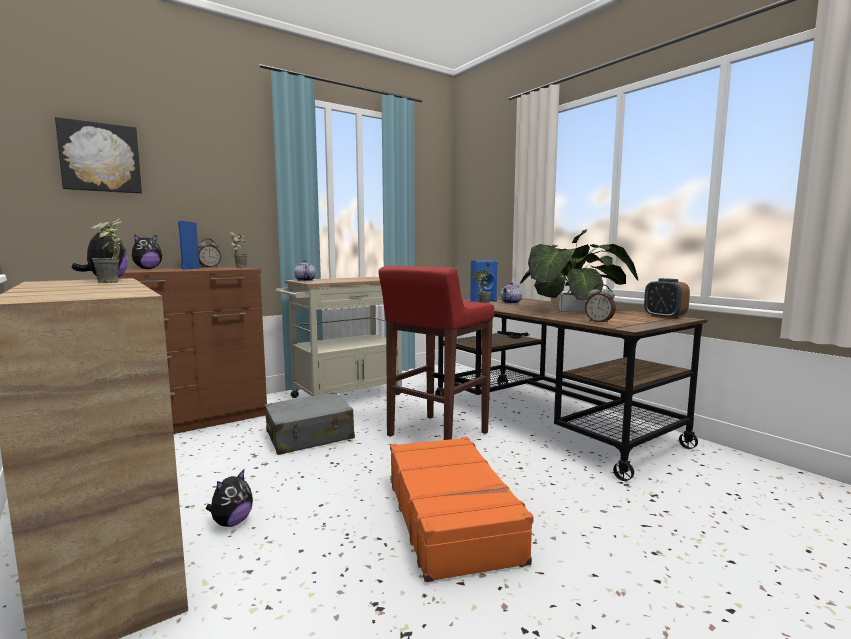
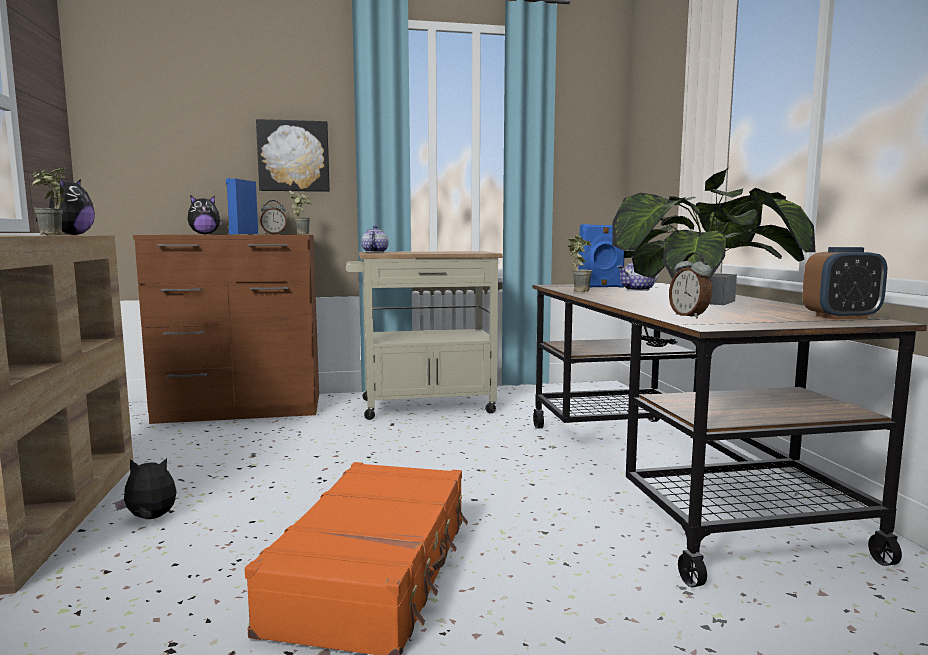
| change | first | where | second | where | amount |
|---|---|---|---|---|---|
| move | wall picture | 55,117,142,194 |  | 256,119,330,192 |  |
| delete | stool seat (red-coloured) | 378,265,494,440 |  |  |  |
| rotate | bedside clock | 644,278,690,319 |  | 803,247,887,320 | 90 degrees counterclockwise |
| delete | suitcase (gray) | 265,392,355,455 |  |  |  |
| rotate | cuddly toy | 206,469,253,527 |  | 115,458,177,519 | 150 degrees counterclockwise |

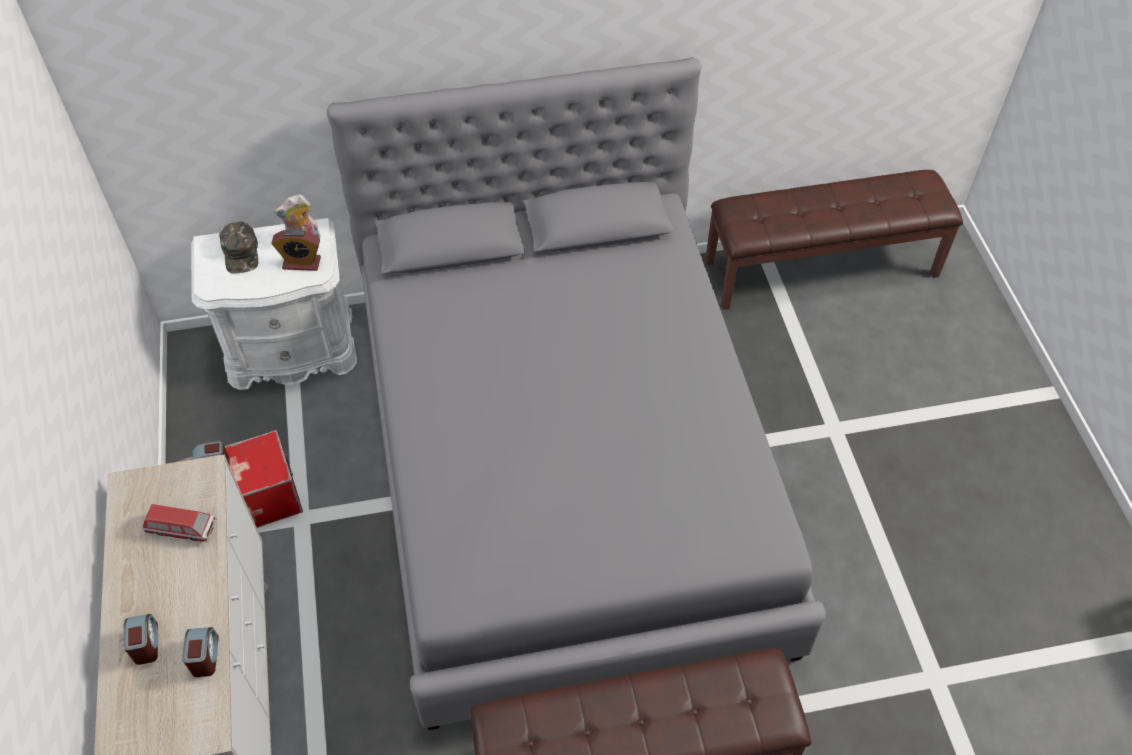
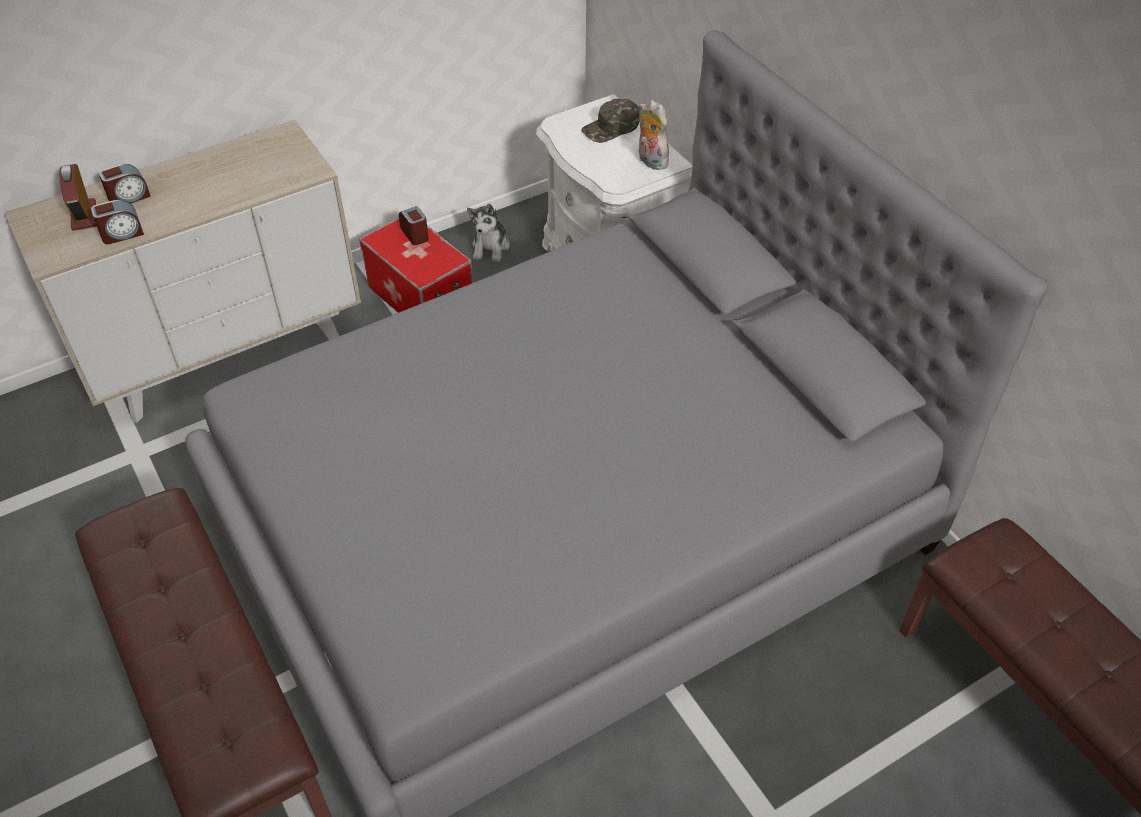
| change | first | where | second | where | amount |
|---|---|---|---|---|---|
| move | bedside clock | 271,229,321,271 |  | 59,164,96,231 |  |
| delete | model car | 143,504,216,542 |  |  |  |
| insert |  |  | cuddly toy | 467,203,510,262 |  |

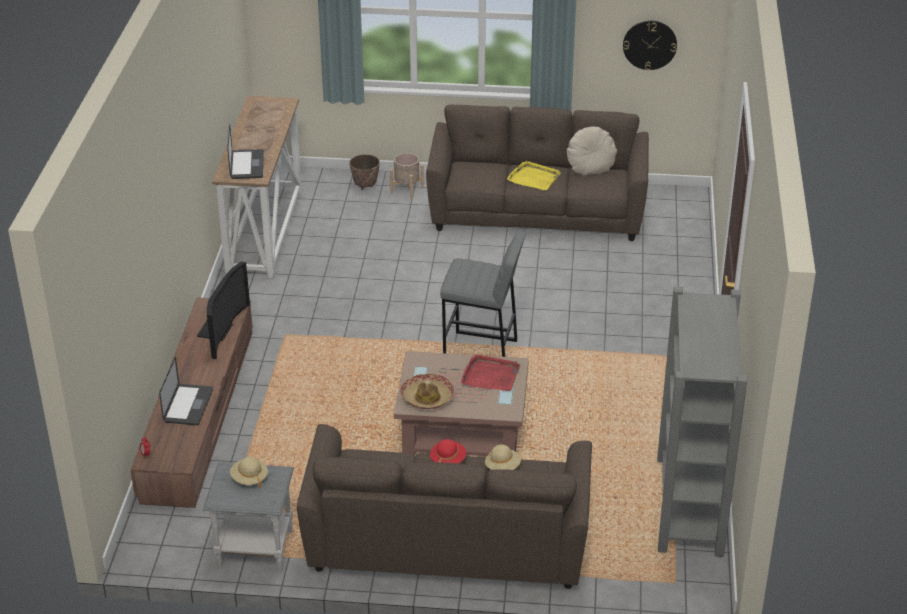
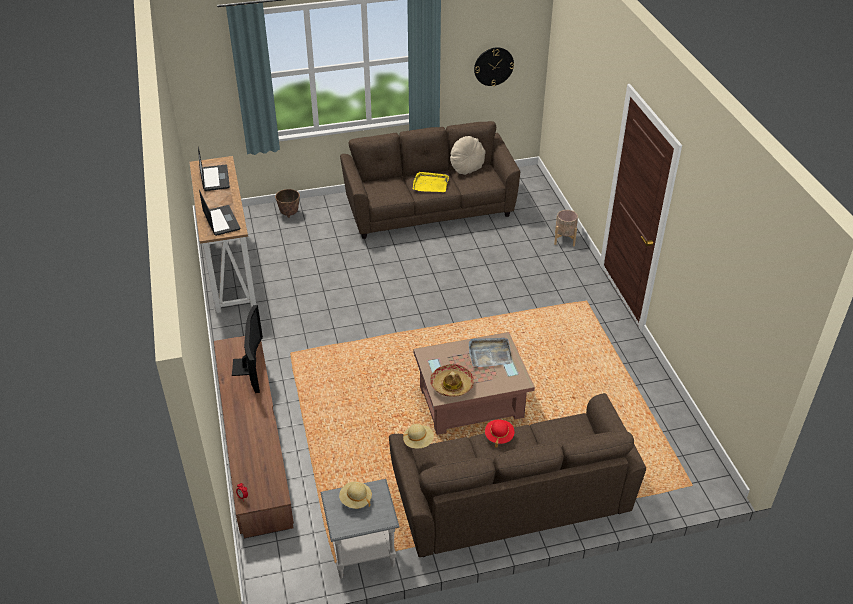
| change | first | where | second | where | amount |
|---|---|---|---|---|---|
| move | planter (beige-coloured) | 390,153,424,199 |  | 554,210,578,246 |  |
| delete | stool seat (gray) | 440,231,526,357 |  |  |  |
| delete | bookshelf (gray) | 657,286,747,557 |  |  |  |
| recolor | carrying tray (red-coloured) | 461,354,520,391 | carrying tray (gray) | 469,338,512,367 |  |
| move | portable computer | 159,357,213,425 |  | 198,147,230,191 |  |
| move | hat (beige-coloured) | 485,444,521,470 |  | 403,424,434,449 |  |

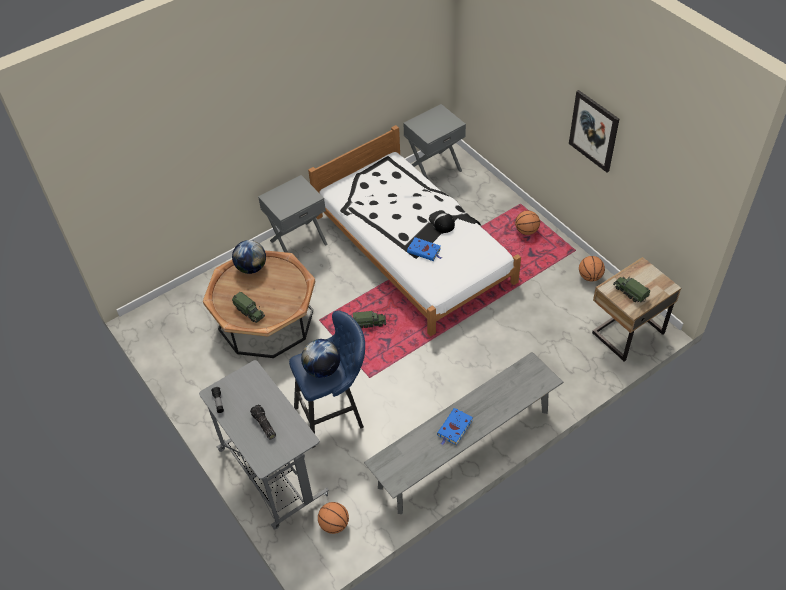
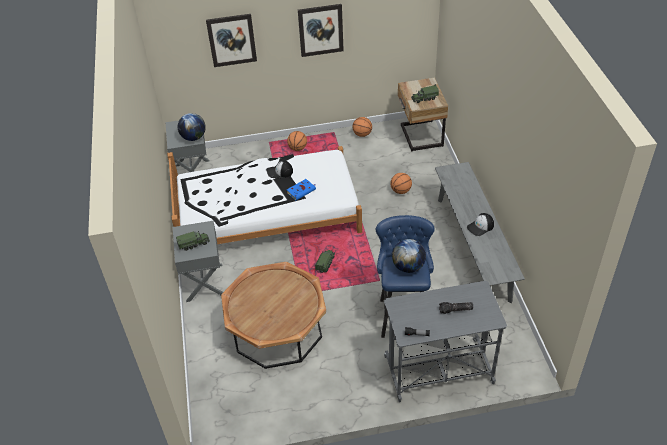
| change | first | where | second | where | amount |
|---|---|---|---|---|---|
| move | world globe | 232,240,266,274 |  | 178,113,206,141 |  |
| move | toy lorry | 232,292,265,323 |  | 176,231,210,251 |  |
| replace | volume (bluish) | 437,408,473,445 | cap | 467,213,494,236 |  |
| move | basketball ball | 318,502,349,534 |  | 391,173,412,194 |  |
| insert |  |  | wall picture | 206,14,257,67 |  |

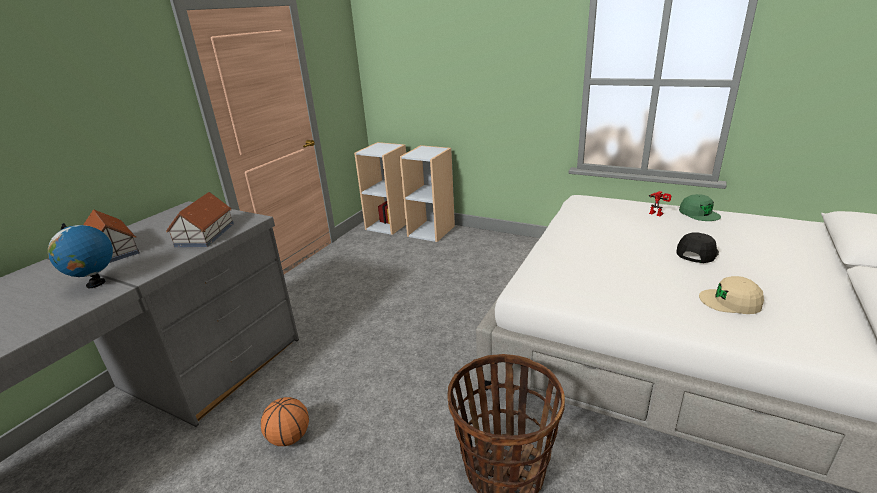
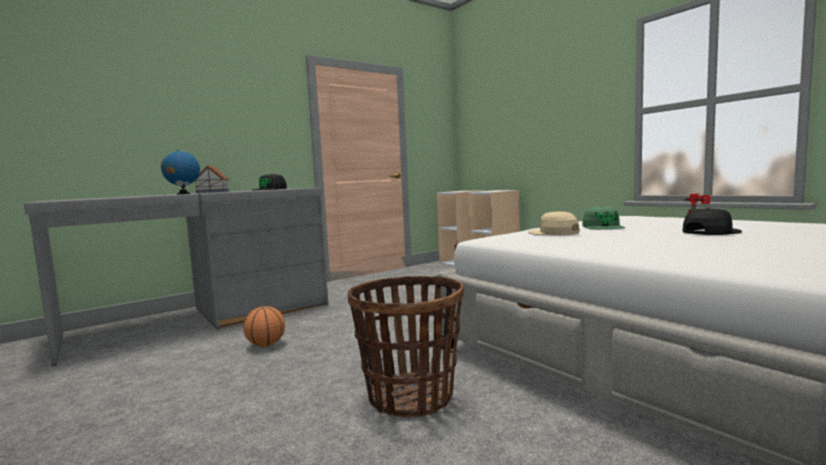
| change | first | where | second | where | amount |
|---|---|---|---|---|---|
| replace | miniature house | 166,192,234,247 | cap (blackish) | 253,174,287,191 |  |
| move | cap (green) | 679,194,721,221 |  | 583,206,625,229 |  |
| move | cap (beige-coloured) | 699,276,764,314 |  | 528,211,579,236 |  |

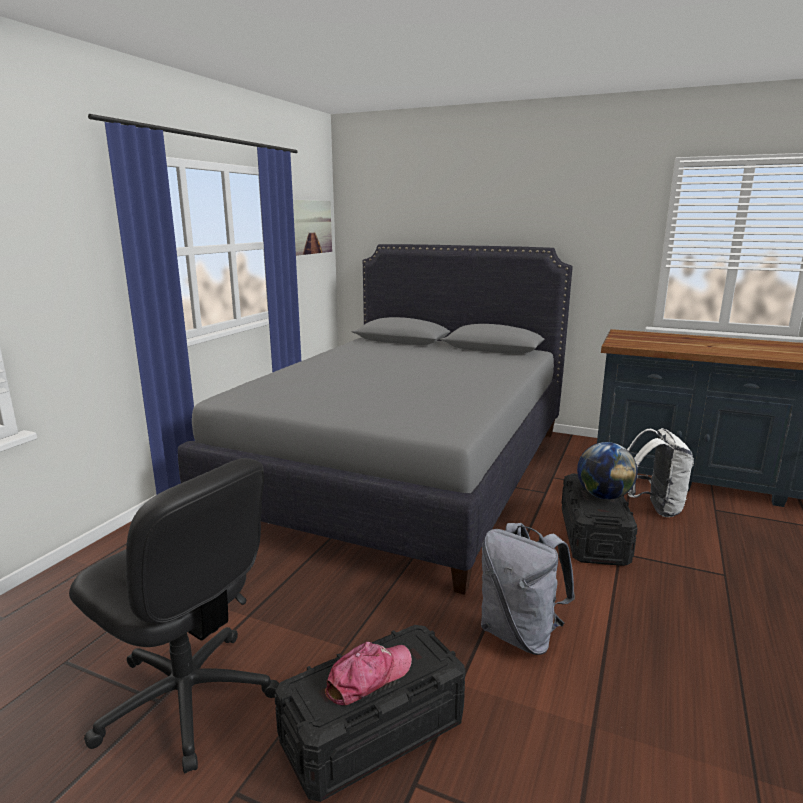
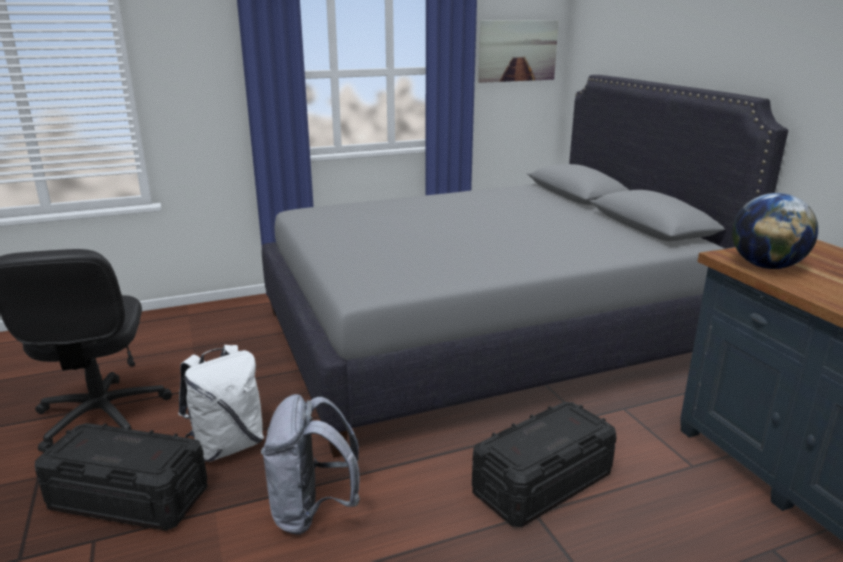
| change | first | where | second | where | amount |
|---|---|---|---|---|---|
| move | knapsack (white) | 627,428,694,517 |  | 178,345,264,462 |  |
| move | world globe | 577,442,638,499 |  | 732,193,818,269 |  |
| delete | cap | 325,642,412,706 |  |  |  |

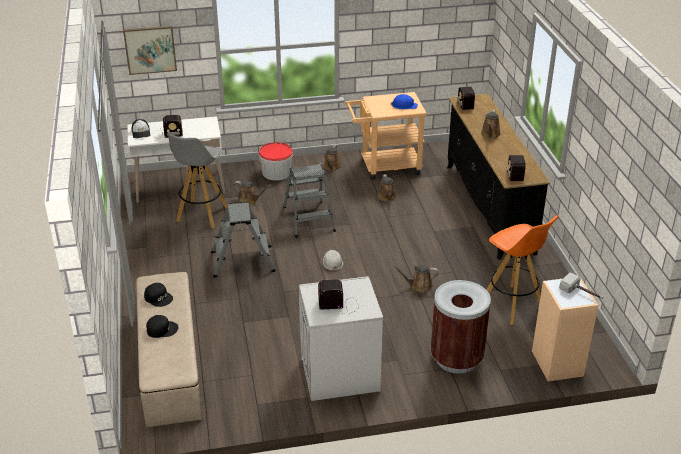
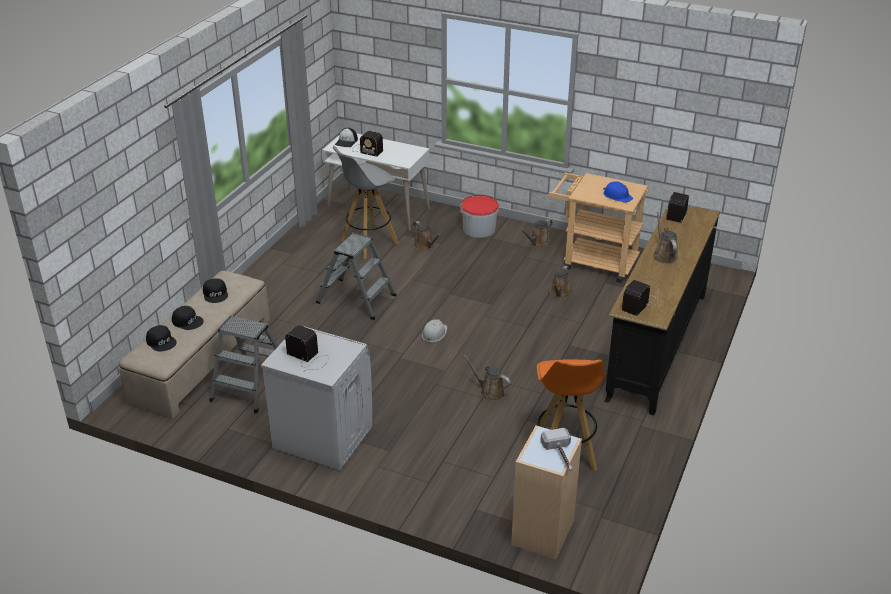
| change | first | where | second | where | amount |
|---|---|---|---|---|---|
| delete | wall picture | 123,26,177,75 |  |  |  |
| rotate | watering pot (brown-coloured) | 481,110,501,138 |  | 653,212,678,264 | 120 degrees clockwise |
| move | step stool (gray) | 283,164,336,238 |  | 209,315,278,414 |  |
| delete | rubbish bin (brown-coloured) | 431,280,491,374 |  |  |  |
| insert |  |  | cap (blackish) | 146,325,177,351 |  |

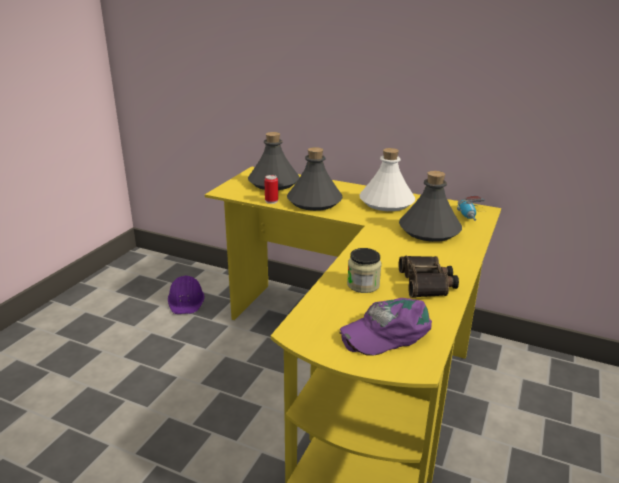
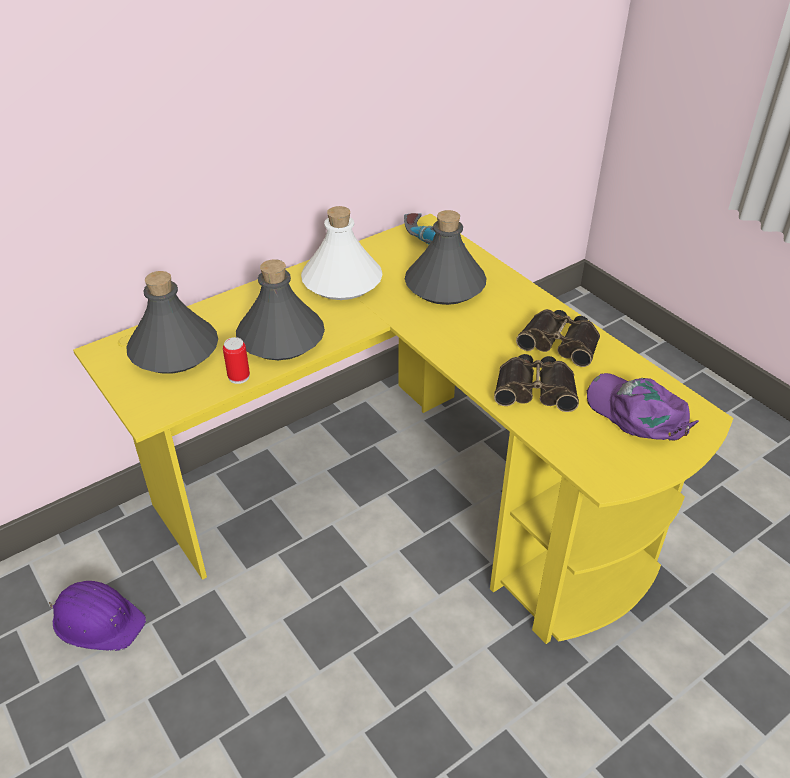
| change | first | where | second | where | amount |
|---|---|---|---|---|---|
| replace | storage jar | 347,248,381,293 | field glasses | 494,354,579,412 |  |
| rotate | cap (purple-coloured) | 339,298,432,355 |  | 587,373,699,441 | 135 degrees clockwise |

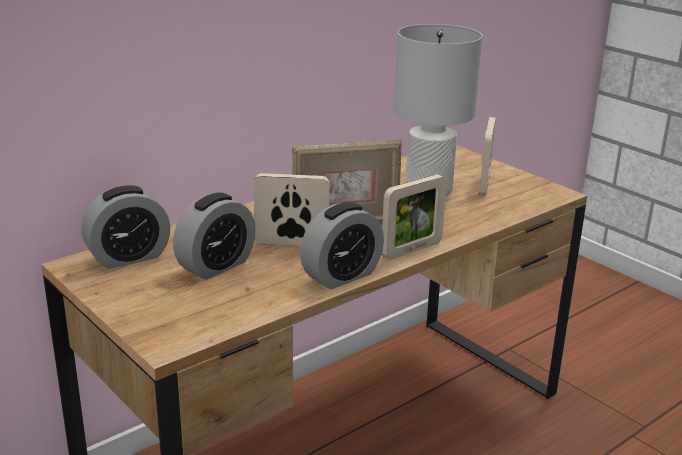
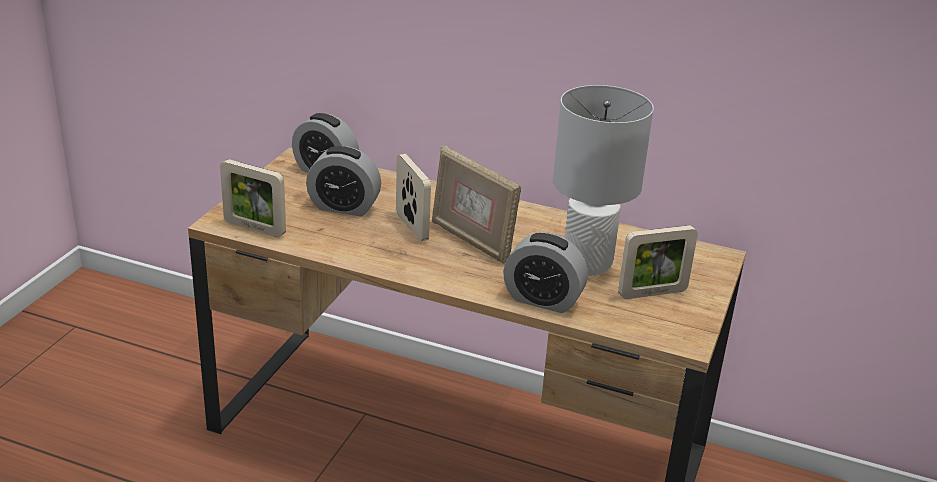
| change | first | where | second | where | amount |
|---|---|---|---|---|---|
| move | standing frame | 382,174,447,260 |  | 220,159,286,237 |  |
| move | bedside clock | 300,202,384,289 |  | 503,232,588,313 |  |

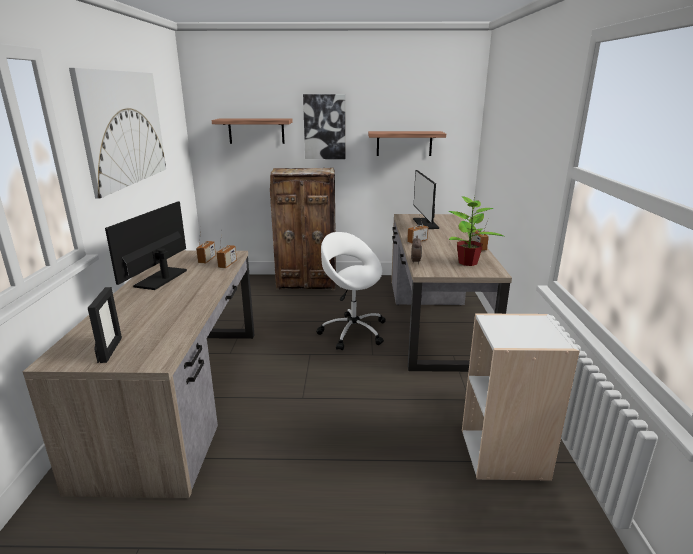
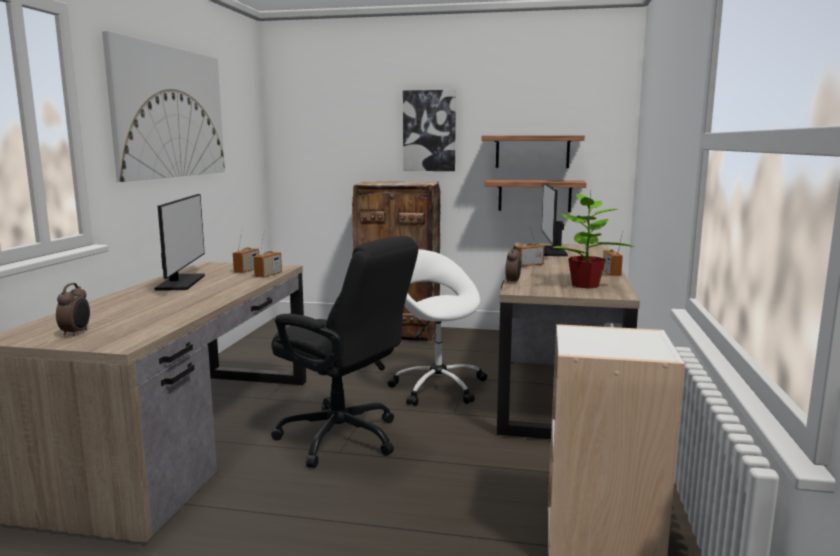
| change | first | where | second | where | amount |
|---|---|---|---|---|---|
| move | shelf | 212,118,293,144 |  | 485,180,586,212 |  |
| rotate | monitor | 105,201,187,290 |  | 155,194,205,291 | 150 degrees clockwise |
| replace | standing frame | 88,287,122,363 | bedside clock | 56,283,90,336 |  |
| insert |  |  | desk chair (blackish) | 271,236,418,468 |  |

